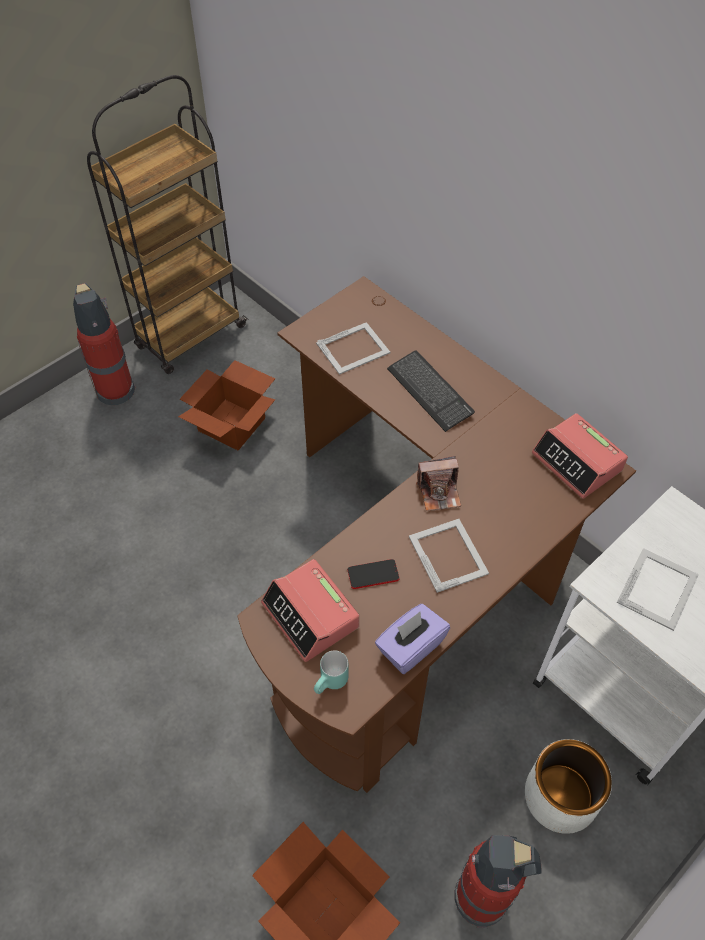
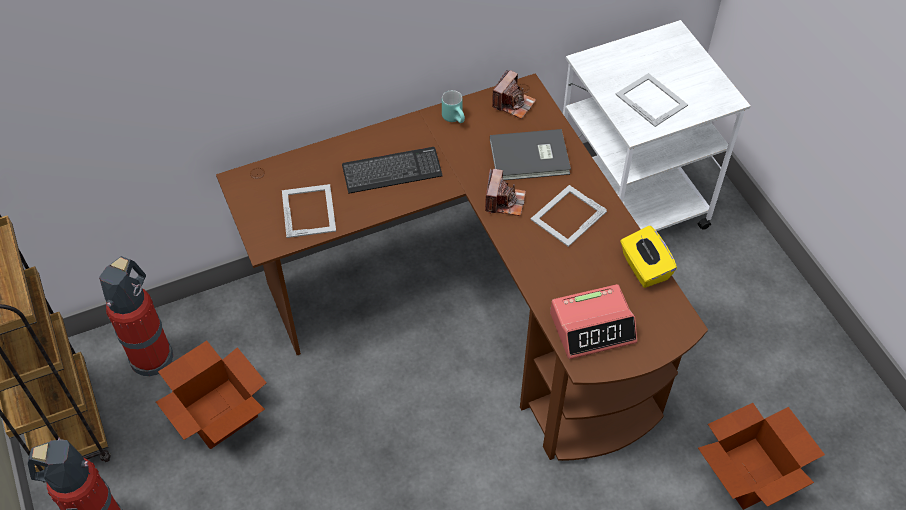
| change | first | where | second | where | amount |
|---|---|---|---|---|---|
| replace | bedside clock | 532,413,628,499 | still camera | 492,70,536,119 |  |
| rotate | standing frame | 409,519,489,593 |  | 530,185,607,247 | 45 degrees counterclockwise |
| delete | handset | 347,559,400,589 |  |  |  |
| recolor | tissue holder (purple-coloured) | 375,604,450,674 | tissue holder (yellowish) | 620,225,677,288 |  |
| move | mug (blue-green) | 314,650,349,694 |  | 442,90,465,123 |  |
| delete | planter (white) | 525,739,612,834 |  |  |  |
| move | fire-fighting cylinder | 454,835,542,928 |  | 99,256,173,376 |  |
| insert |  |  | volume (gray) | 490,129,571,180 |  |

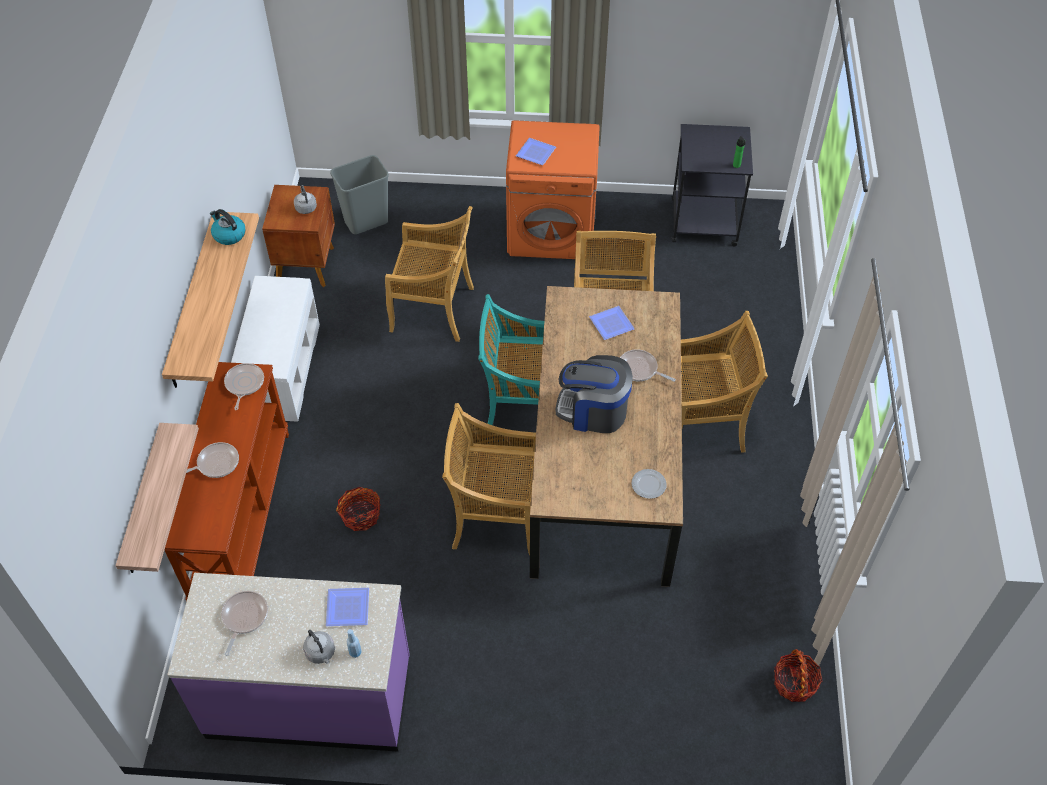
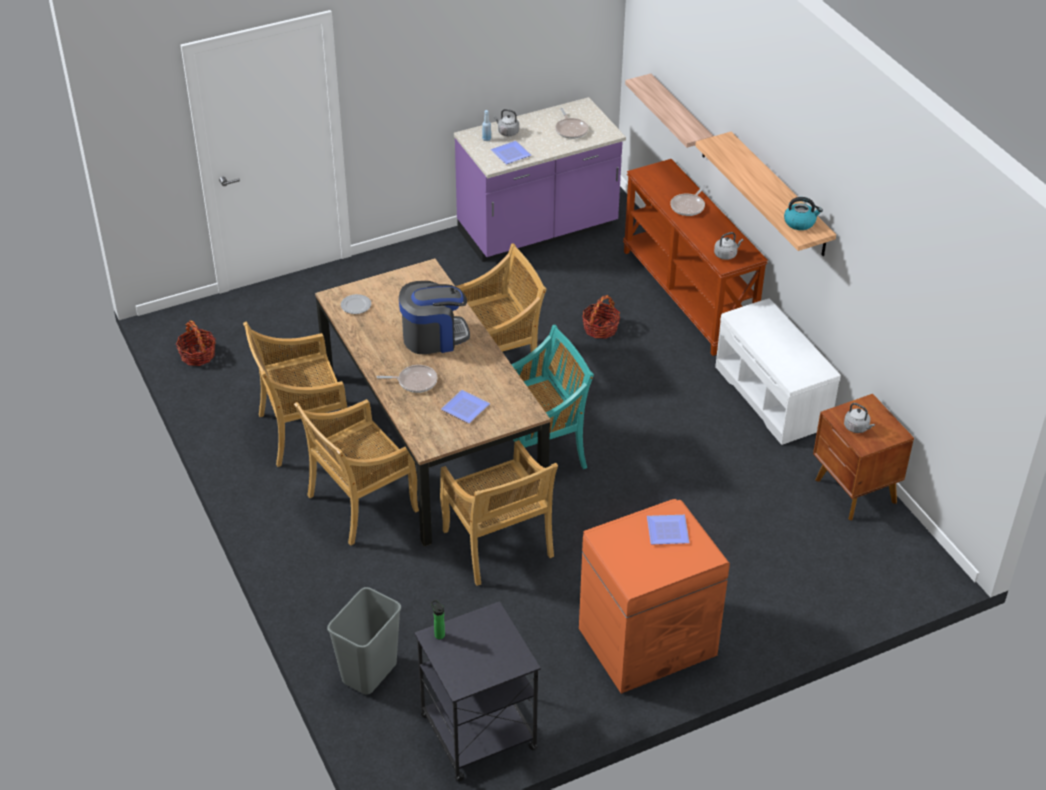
| change | first | where | second | where | amount |
|---|---|---|---|---|---|
| move | rubbish bin (gray) | 330,155,389,234 |  | 327,587,401,694 |  |
| move | upright chair (beige-coloured) | 385,206,474,342 |  | 243,321,351,467 |  |
| replace | frying pan | 224,363,264,410 | kettle (gray) | 714,232,743,260 |  |

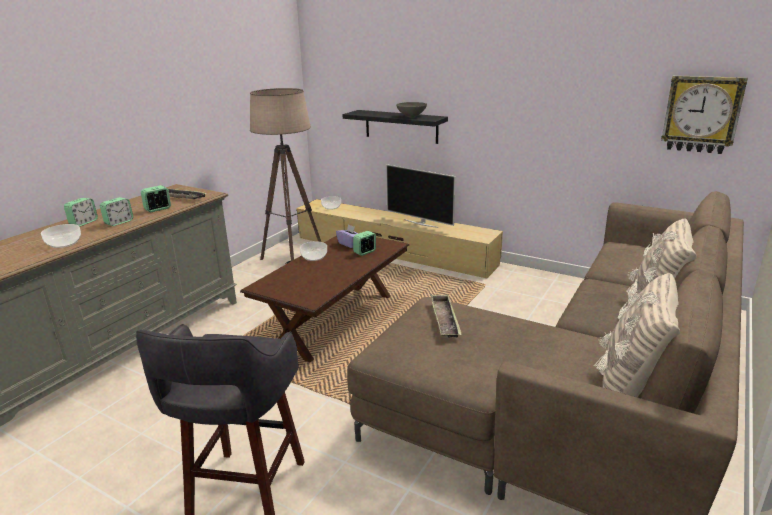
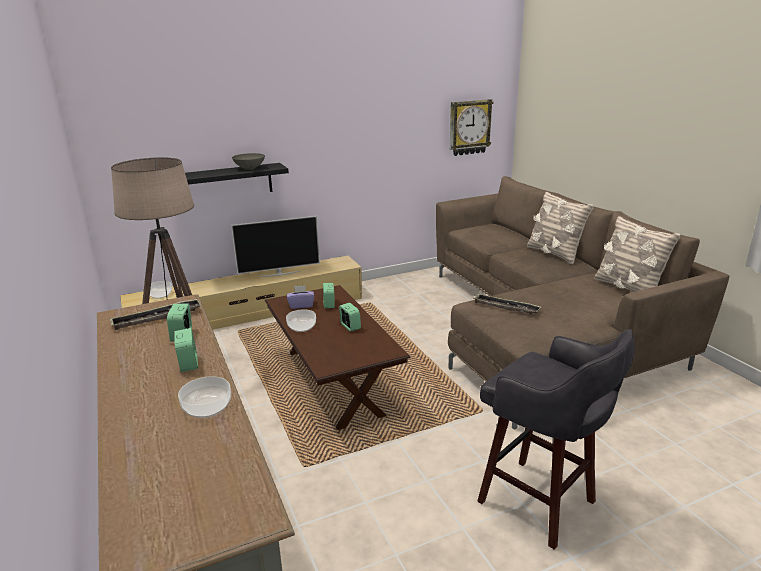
| change | first | where | second | where | amount |
|---|---|---|---|---|---|
| move | bedside clock | 64,198,98,226 |  | 339,303,361,332 |  |

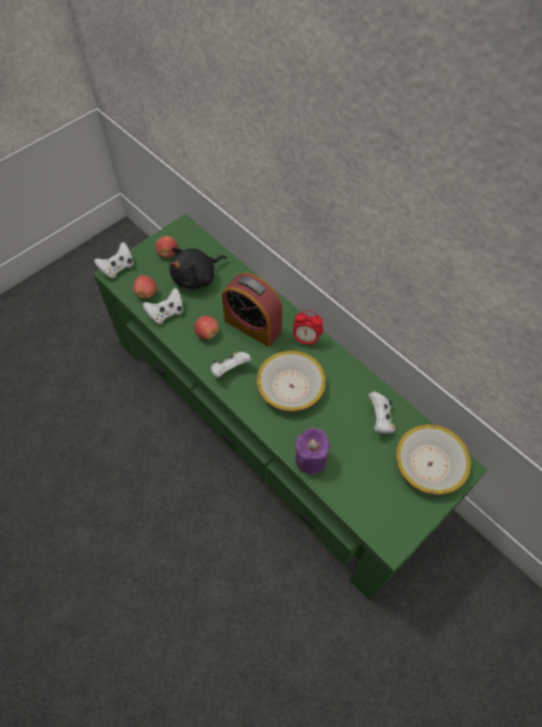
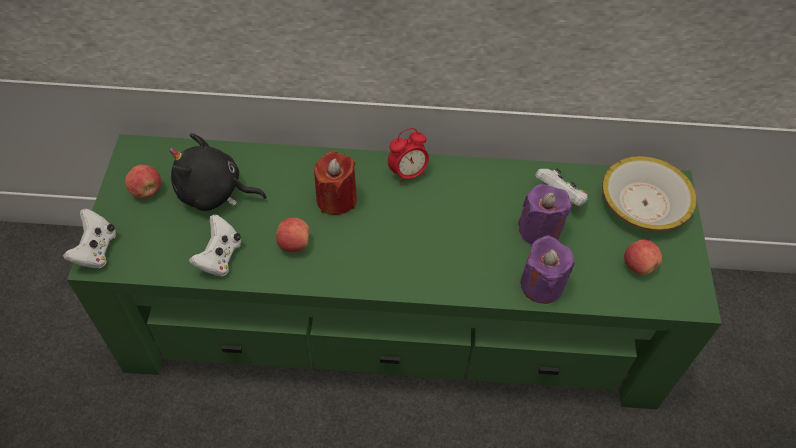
| change | first | where | second | where | amount |
|---|---|---|---|---|---|
| rotate | cuddly toy (blackish) | 169,247,227,289 |  | 169,133,267,211 | 90 degrees clockwise |
| replace | bedside clock | 222,273,282,347 | wax candle (red-coloured) | 314,152,357,215 |  |
| move | apple fruit | 133,275,157,298 |  | 624,239,662,275 |  |
| delete | serving bowl | 257,350,326,412 |  |  |  |
| delete | joypad (white) | 211,352,251,378 |  |  |  |
| insert |  |  | wax candle (purple-coloured) | 518,184,572,245 |  |

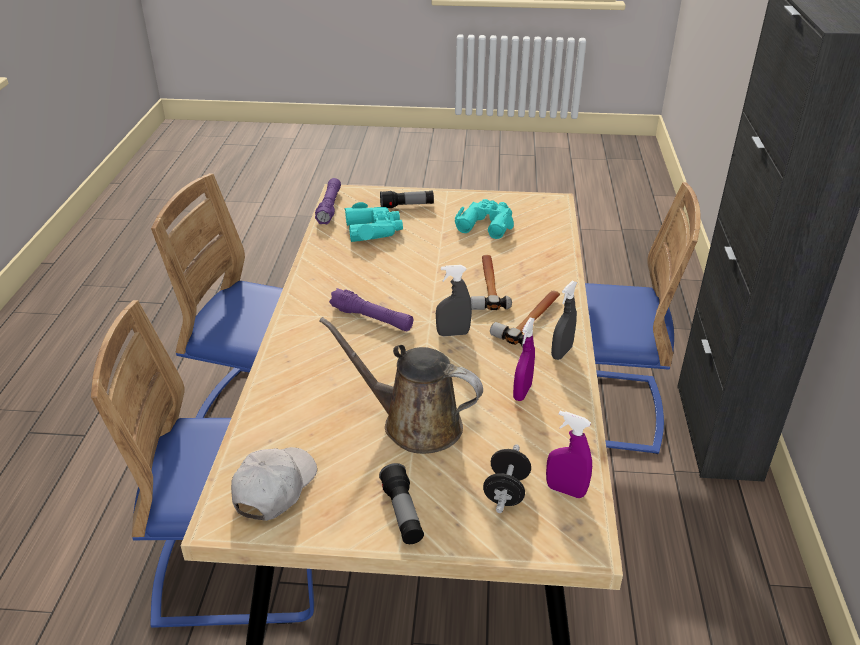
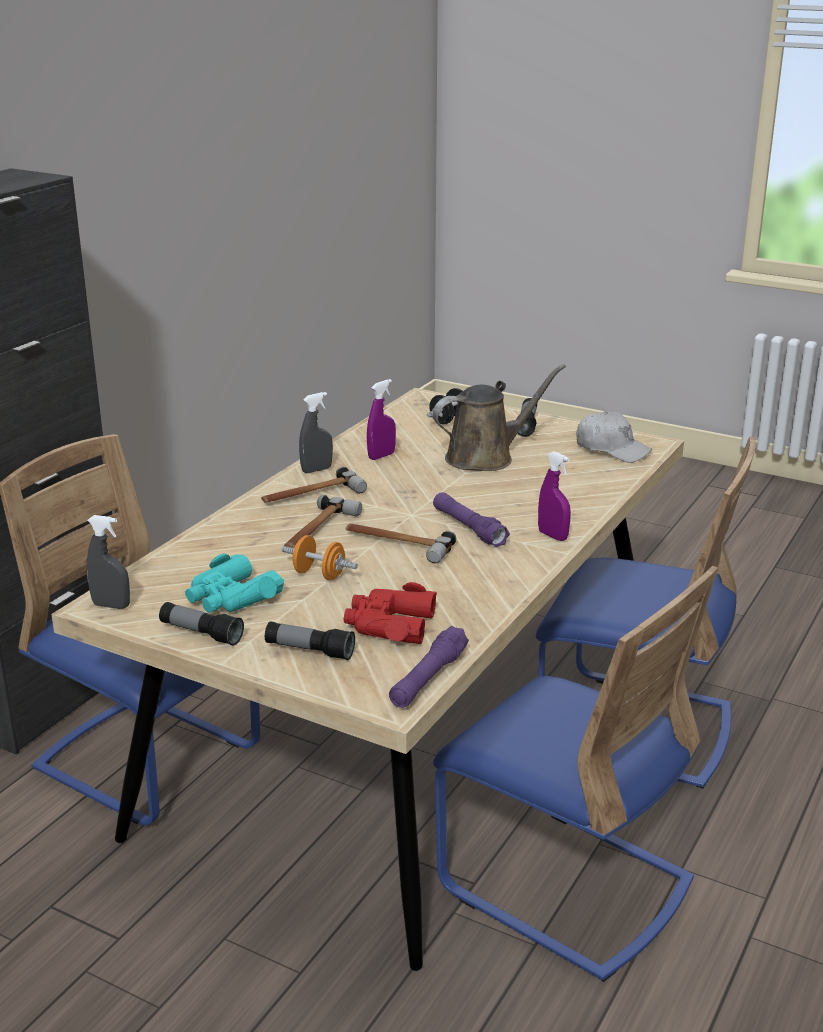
| change | first | where | second | where | amount |
|---|---|---|---|---|---|
| recolor | field glasses (blue-green) | 345,202,403,242 | field glasses (red-coloured) | 344,582,437,644 |  |
| move | spray bottle (gray) | 436,265,472,336 |  | 87,515,130,609 |  |
| rotate | watering pot (brown-coloured) | 319,317,483,454 |  | 433,364,566,471 | 75 degrees counterclockwise |
| move | spray bottle (purple-coloured) | 546,411,592,498 |  | 538,451,571,541 |  |
| rotate | cap (white) | 231,447,317,521 |  | 576,411,652,463 | 105 degrees counterclockwise |
| insert |  |  | tool hammer | 345,524,456,563 |  |
| insert |  |  | dumbbell (orangey) | 282,535,358,580 |  |
| insert |  |  | flashlight | 159,602,244,646 |  |

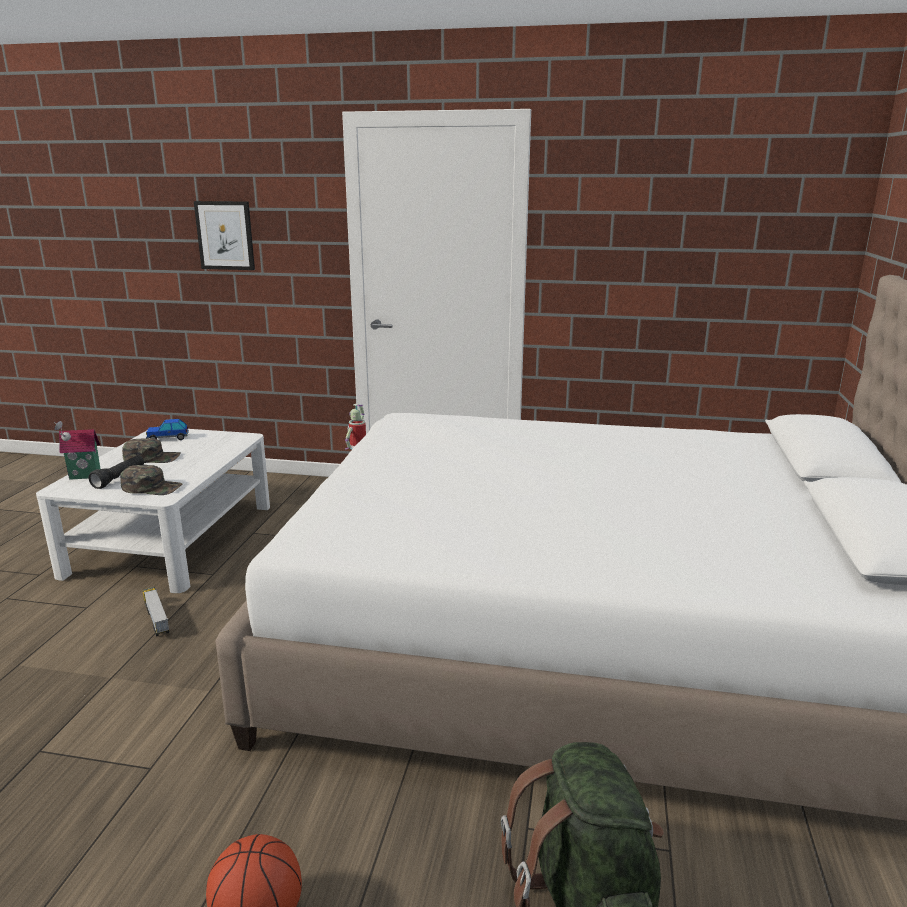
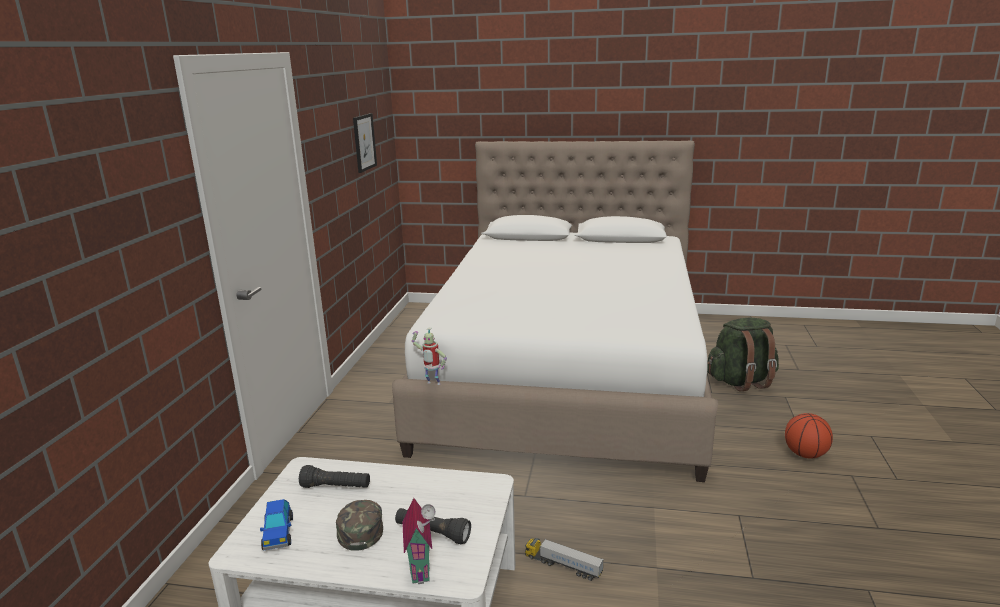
| change | first | where | second | where | amount |
|---|---|---|---|---|---|
| move | wall picture | 194,201,255,270 |  | 353,113,377,173 |  |
| delete | cap (green) | 120,465,183,495 |  |  |  |
| rotate | toy lorry | 142,587,170,636 |  | 525,538,604,581 | 60 degrees clockwise |
| insert |  |  | flashlight (blackish) | 299,465,370,488 |  |

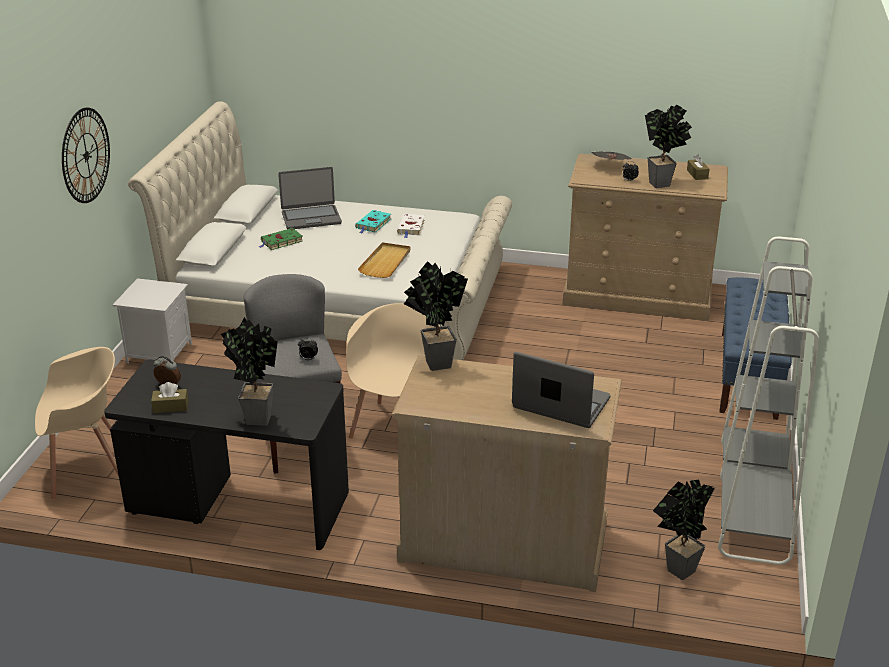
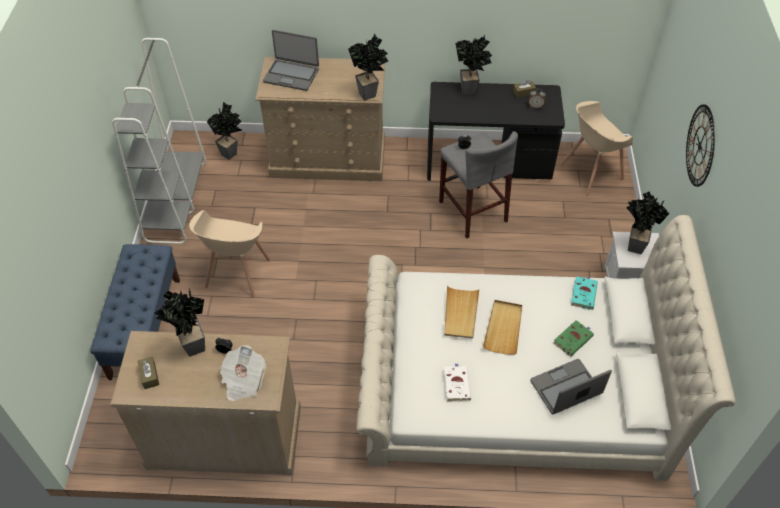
| change | first | where | second | where | amount |
|---|---|---|---|---|---|
| move | volume (blue-green) | 355,210,391,233 |  | 571,276,598,310 |  |
| move | upright chair (beige-coloured) | 347,303,435,439 |  | 189,210,270,298 |  |
| insert |  |  | houseplant | 626,191,670,254 |  |
| insert |  |  | carrying tray (beige-coloured) | 483,300,522,355 |  |

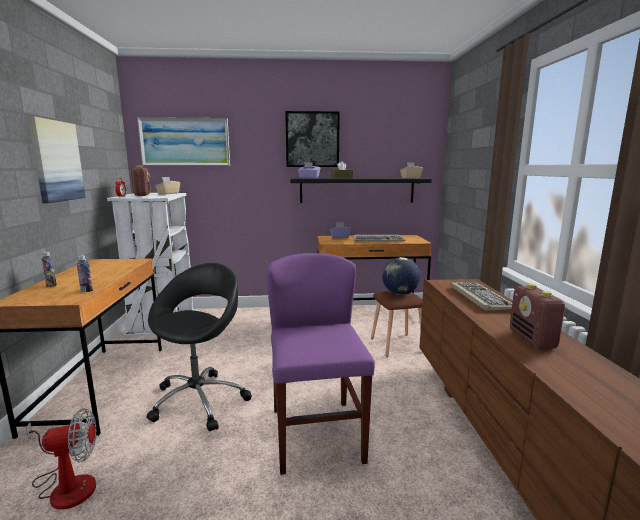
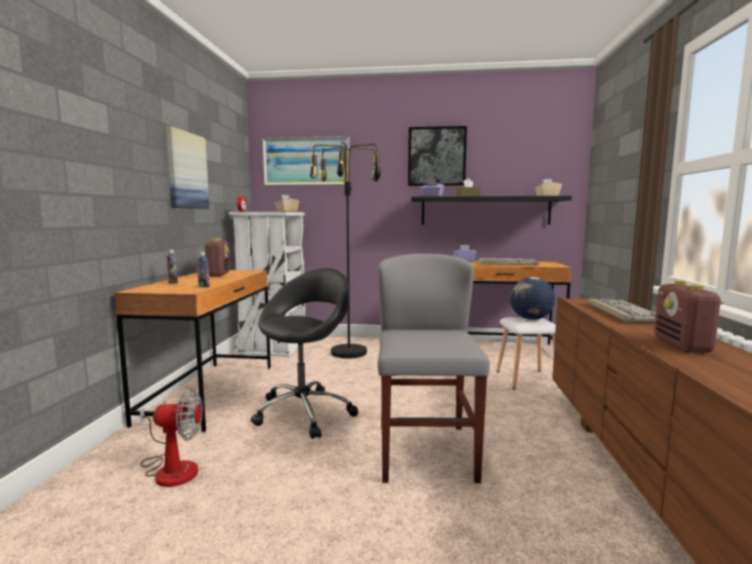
| change | first | where | second | where | amount |
|---|---|---|---|---|---|
| move | radio receiver | 129,165,151,196 |  | 203,238,230,277 |  |
| recolor | upright chair (purple-coloured) | 267,253,375,475 | upright chair (gray) | 378,254,490,483 |  |
| recolor | stool seat (brown-coloured) | 371,291,423,357 | stool seat (white) | 497,317,559,389 |  |
| insert |  |  | floor lamp | 310,141,381,359 |  |

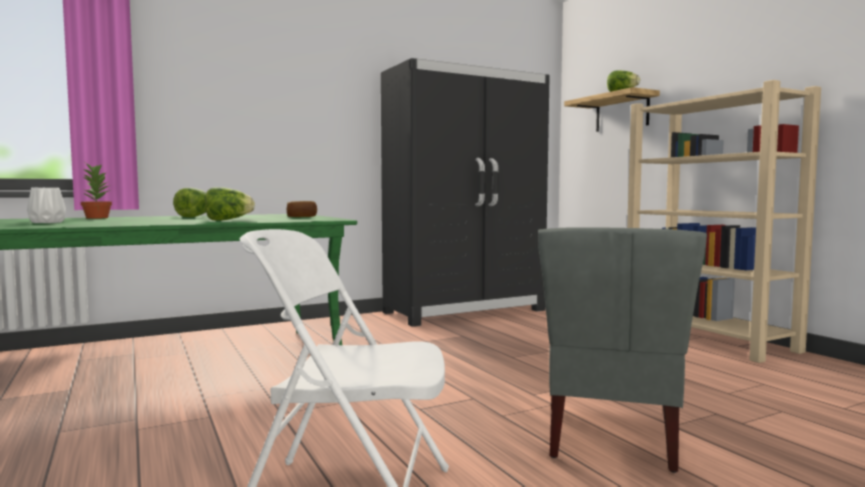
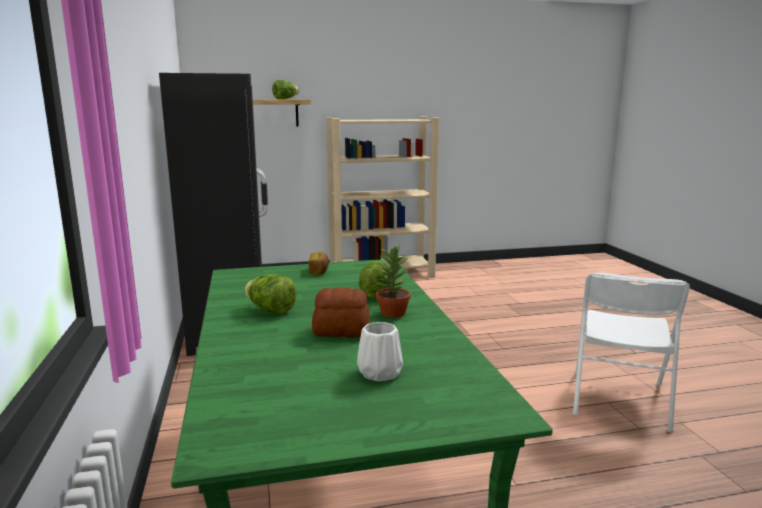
| change | first | where | second | where | amount |
|---|---|---|---|---|---|
| move | houseplant | 81,164,112,219 |  | 376,245,411,318 |  |
| delete | upright chair (gray) | 538,227,707,473 |  |  |  |
| insert |  |  | bread | 312,288,370,337 |  |

